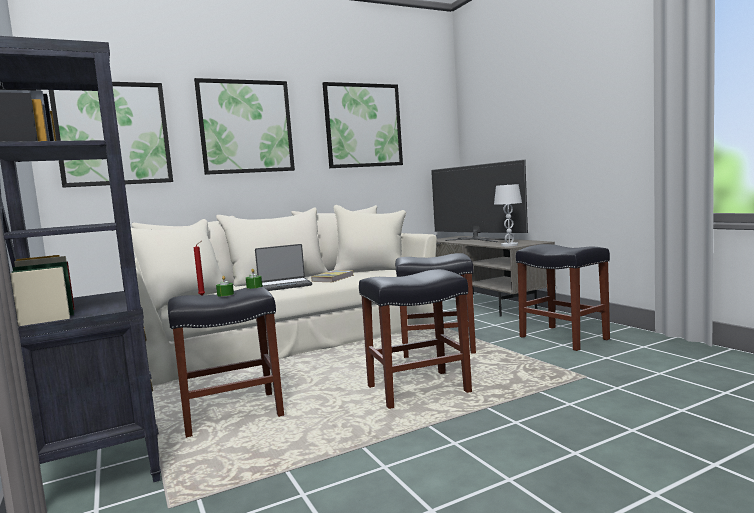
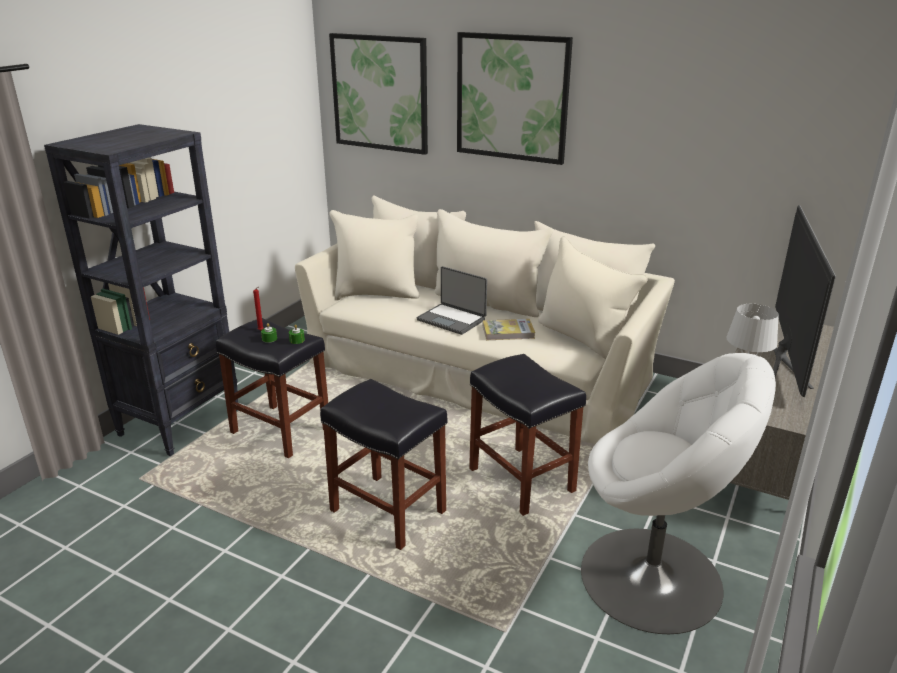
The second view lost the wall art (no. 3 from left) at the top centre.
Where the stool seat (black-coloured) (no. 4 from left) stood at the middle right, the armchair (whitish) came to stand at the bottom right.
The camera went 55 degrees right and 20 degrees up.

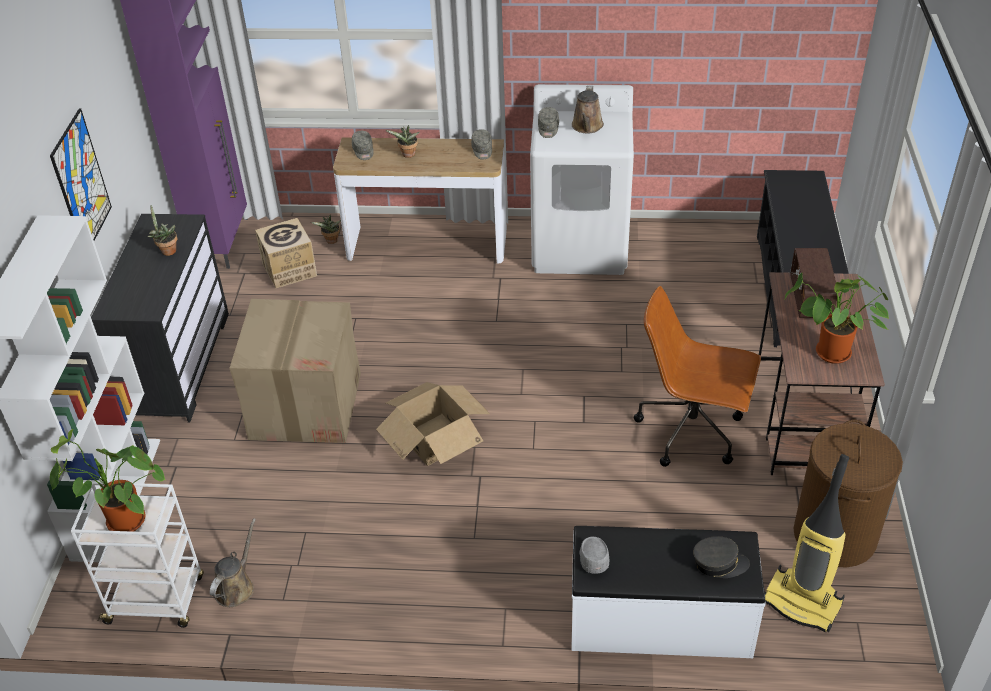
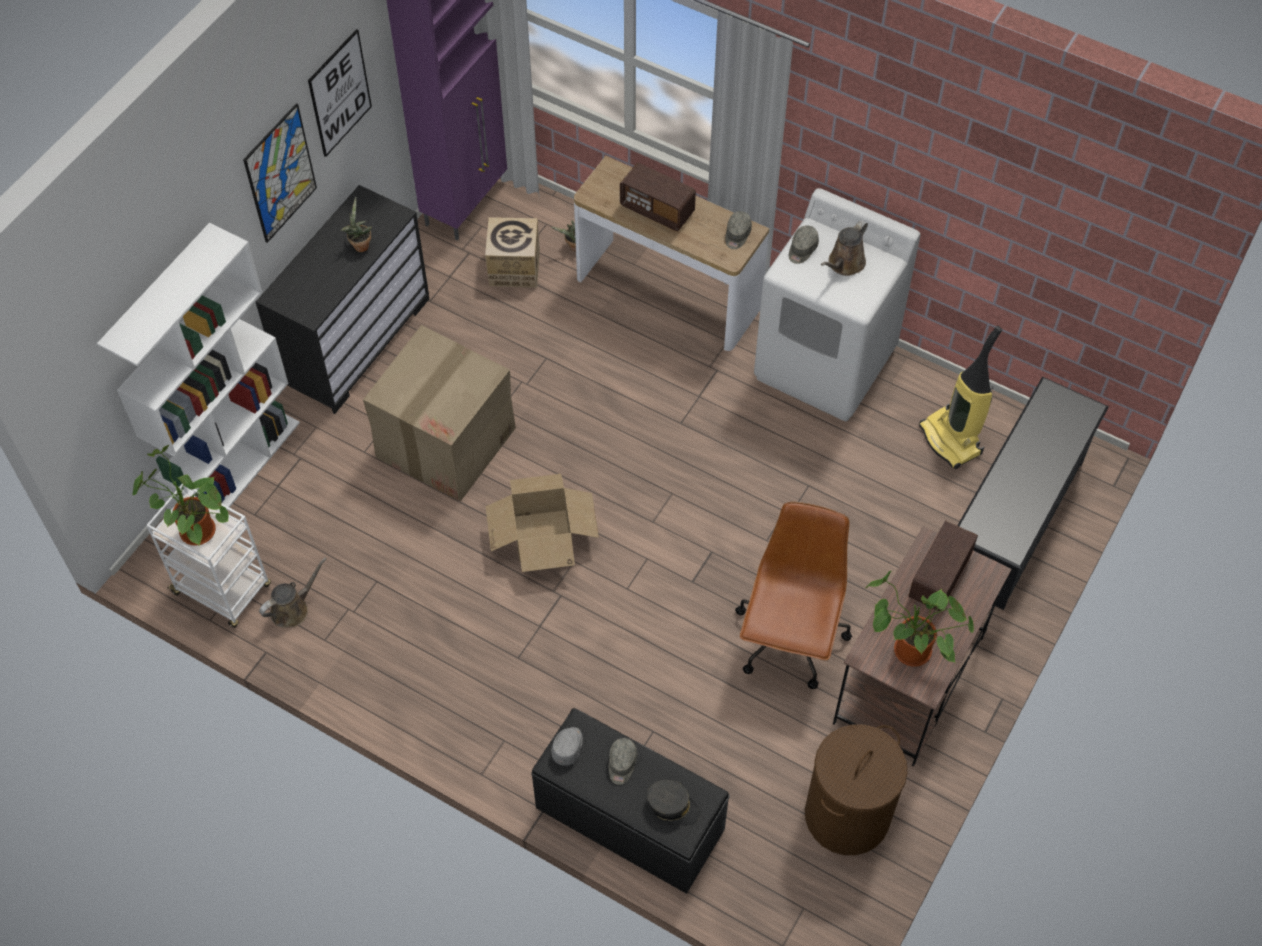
The cap (grey) (no. 1 from left in the first image) ended up elsewhere, having gone from the top centre to the bottom centre.
Where the plant in a pot (no. 4 from left) stood at the top centre, the radio receiver (no. 1 from left) came to stand at the top centre.
What was the long seat (whitish) at the bottom right turned into the long seat (black-coloured) at the bottom centre.
The office chair (brown-coloured) at the middle right ended up facing another way, 60 degrees clockwise from before.
The vacuum cleaner ended up elsewhere, having gone from the bottom right to the middle right.
The second view gained the wall art (no. 2 from left) at the top left.
The camera went 25 degrees right and 15 degrees up.

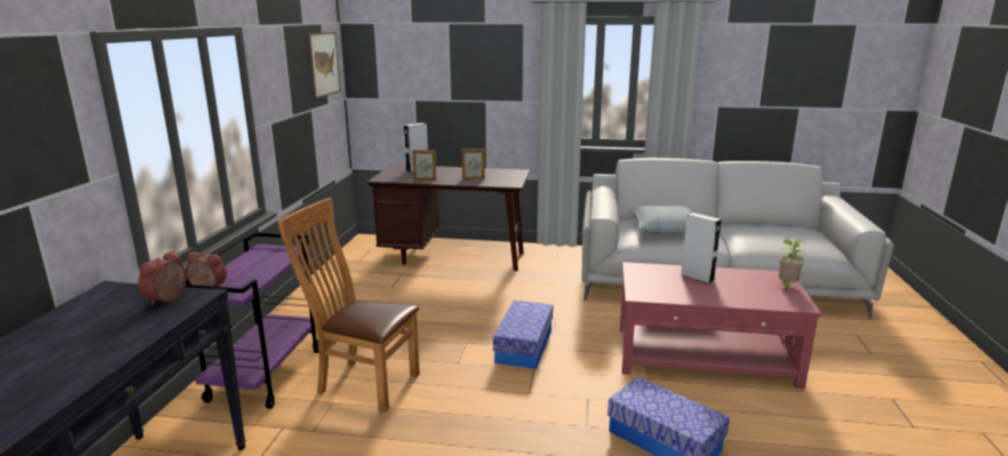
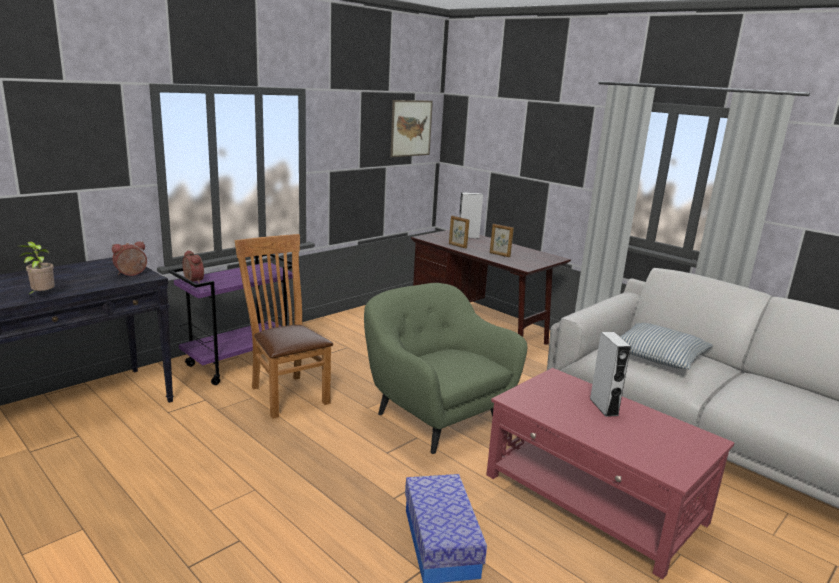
Where the storage container (no. 1 from left) stood at the bottom centre, the armchair (green-coloured) came to stand at the centre.
The plant in a pot ended up elsewhere, having gone from the middle right to the middle left.
The camera went 35 degrees right and 0 degrees up.

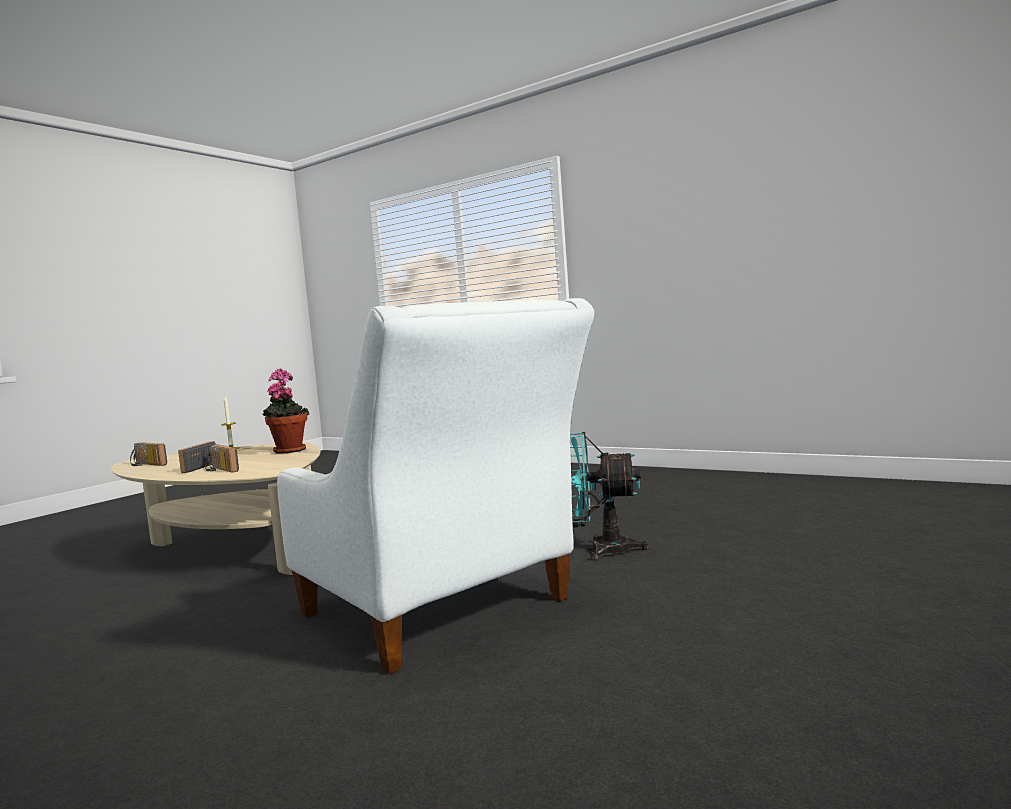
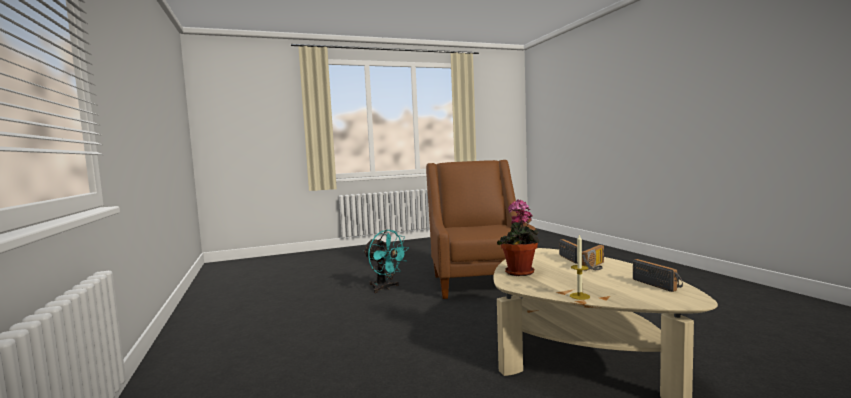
What was the armchair (whitish) at the centre turned into the armchair (brown-coloured) at the centre.
The camera went 145 degrees left and 0 degrees up.

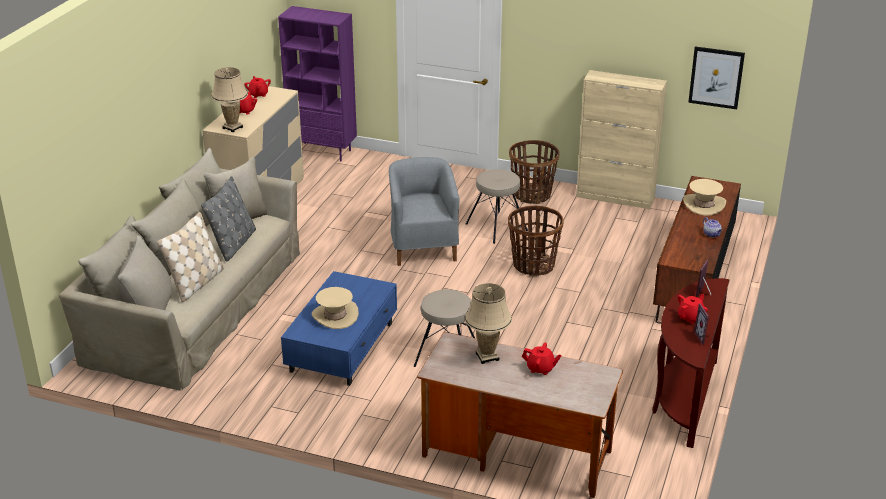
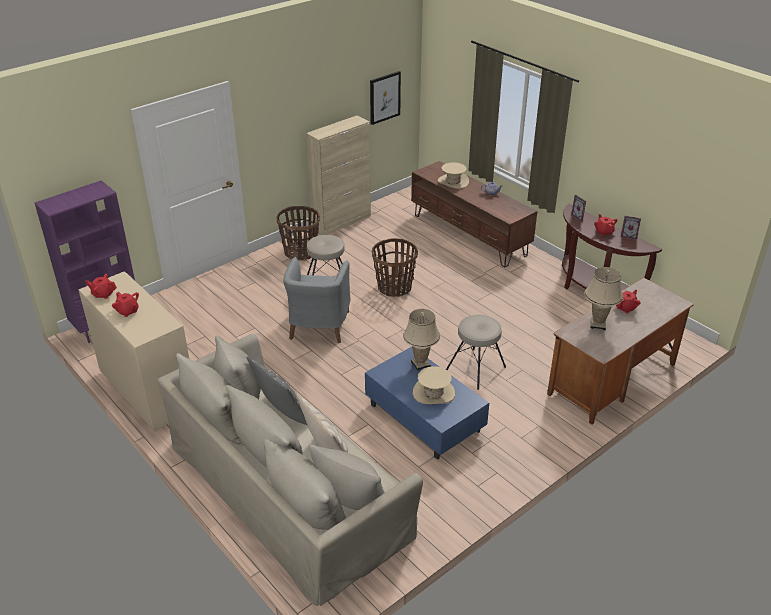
The table lamp (beige-coloured) (no. 1 from left) ended up elsewhere, having gone from the top left to the centre.
The armchair (grey) at the centre ended up facing another way, 105 degrees counterclockwise from before.
The camera went 60 degrees left and 5 degrees up.

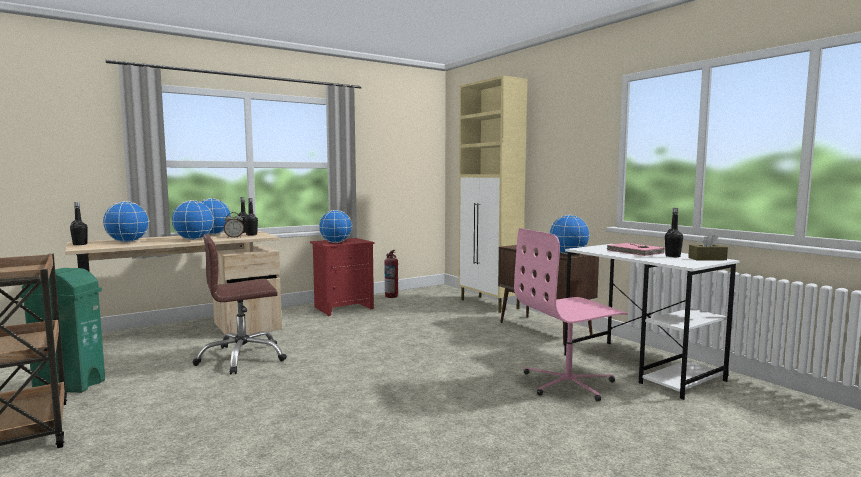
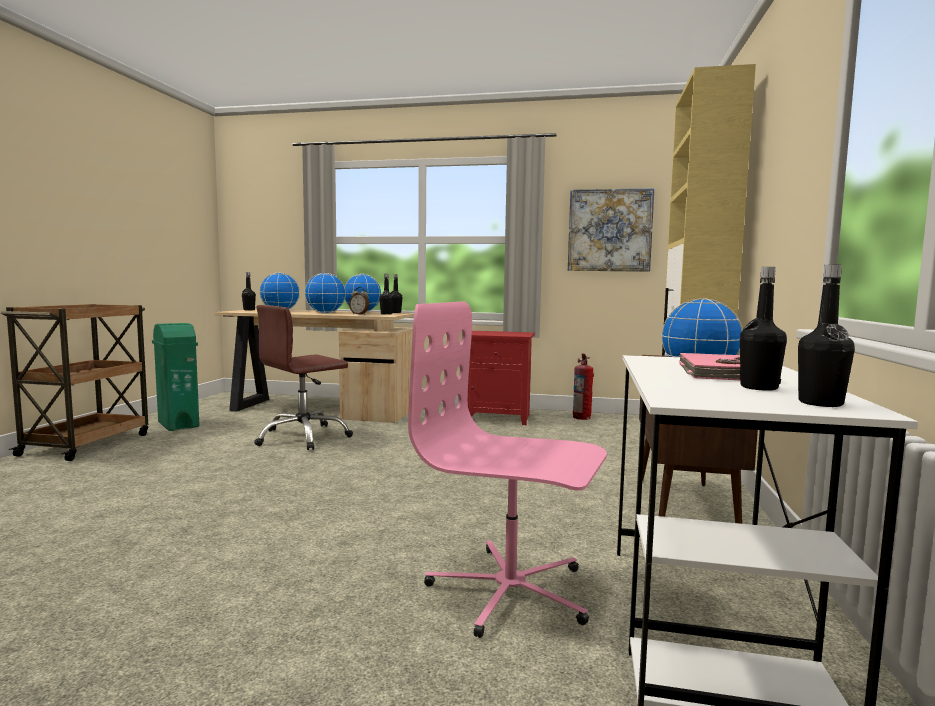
The office chair (brown-coloured) at the middle left ended up facing another way, 60 degrees counterclockwise from before.
The second view lost the globe (no. 4 from left) at the centre.
Where the box of tissues (brown-coloured) stood at the middle right, the beverage bottle (black-coloured) (no. 5 from left) came to stand at the middle right.
The second view gained the wall art at the top centre.
The camera went 45 degrees right and 0 degrees up.

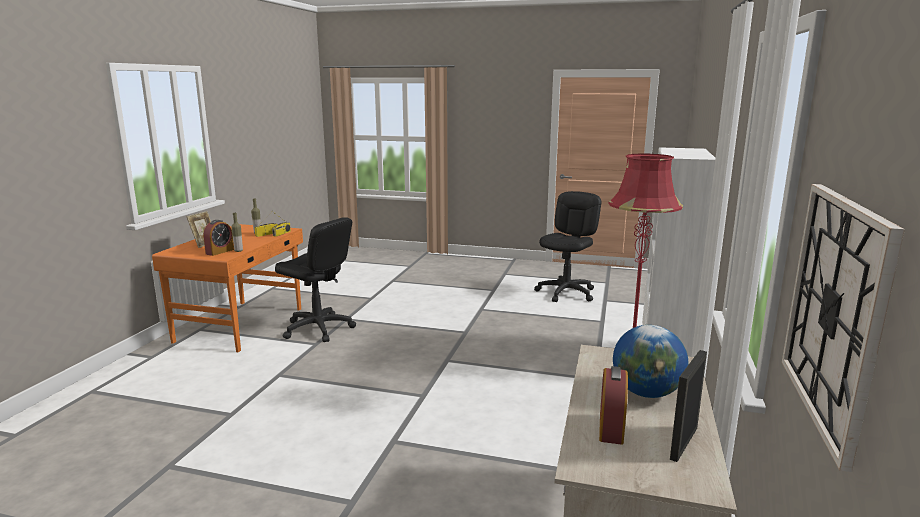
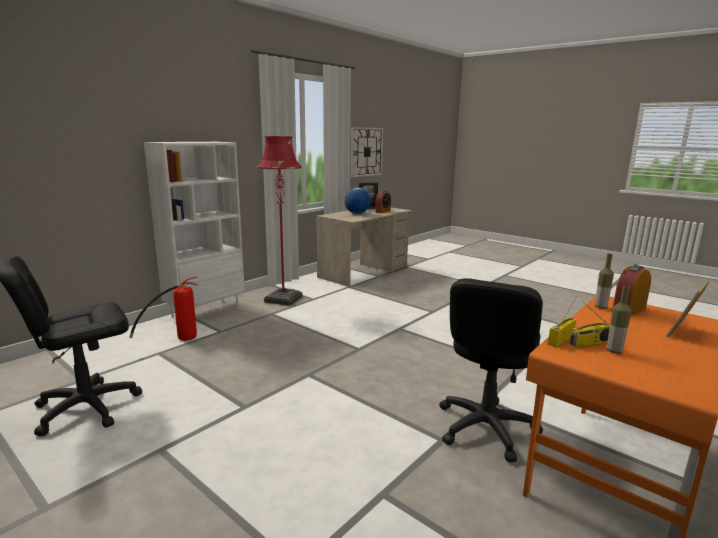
The office chair (black-coloured) (no. 1 from left in the first image) at the centre ended up facing another way, 120 degrees counterclockwise from before.
The second view gained the fire-fighting cylinder at the middle left.
The camera went 155 degrees left and 0 degrees up.

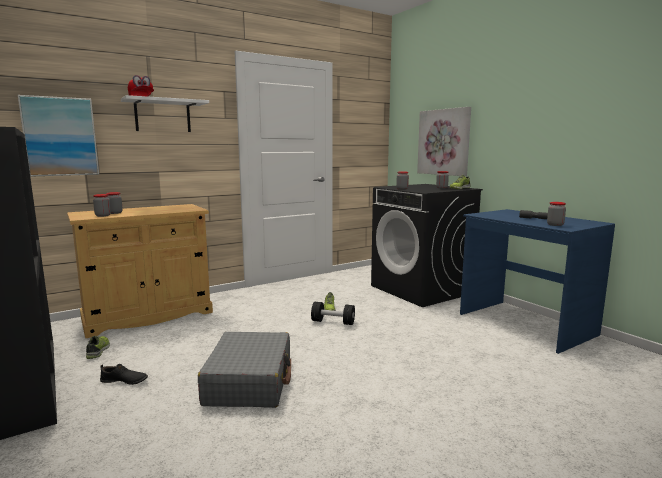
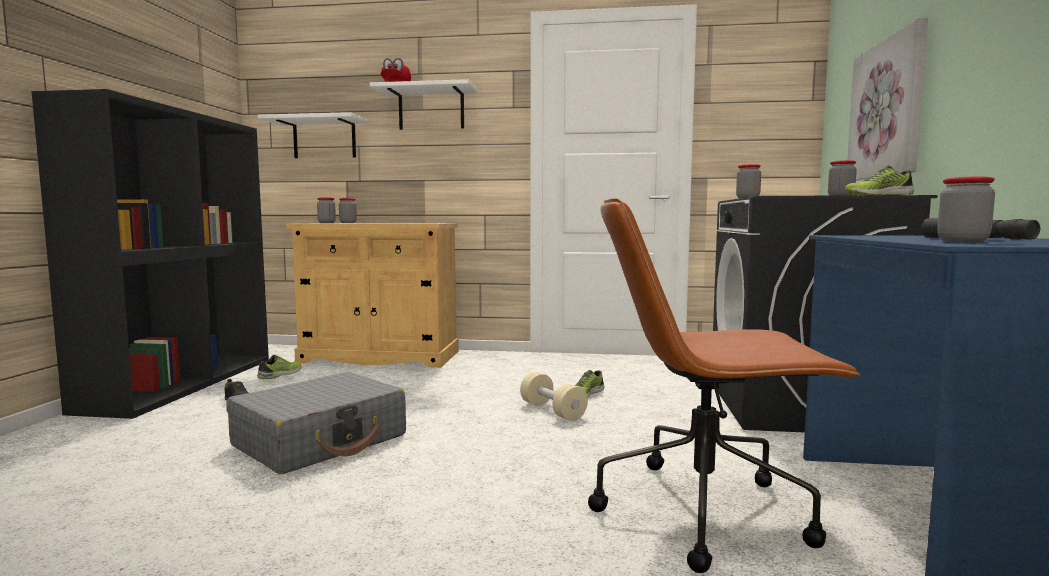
Where the wall art (no. 1 from left) hung at the top left, the bracket shelf (whitish) (no. 1 from left) came to hang at the top left.
What was the dumbbell (black-coloured) at the centre turned into the dumbbell (beige-coloured) at the bottom centre.
The second view gained the office chair (brown-coloured) at the bottom right.
The camera went 40 degrees right and 5 degrees down.

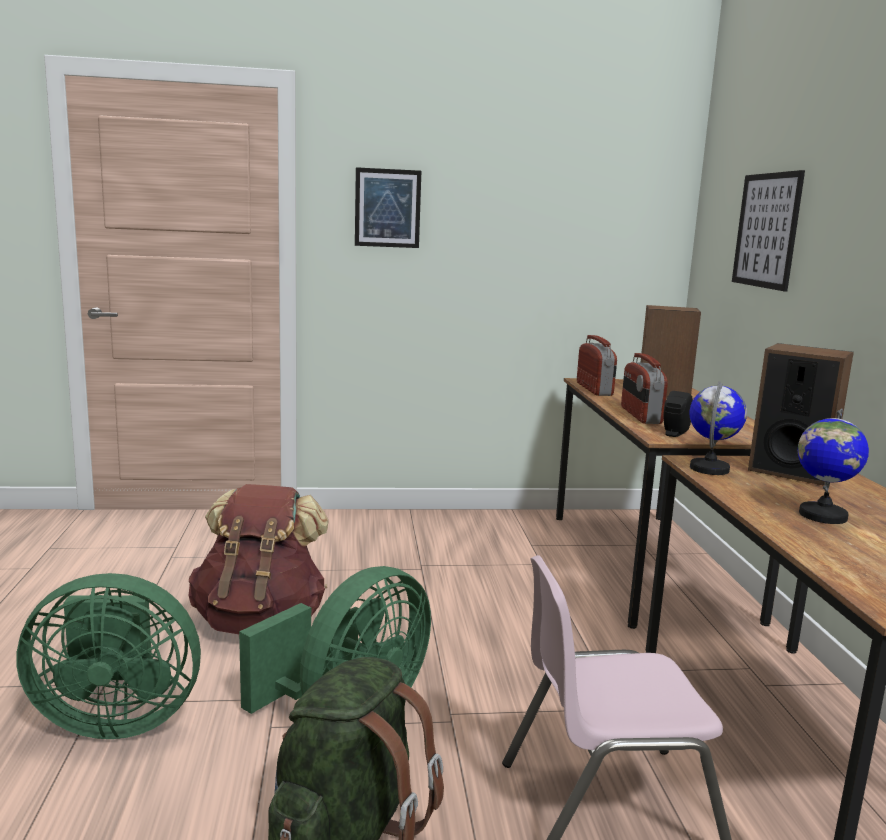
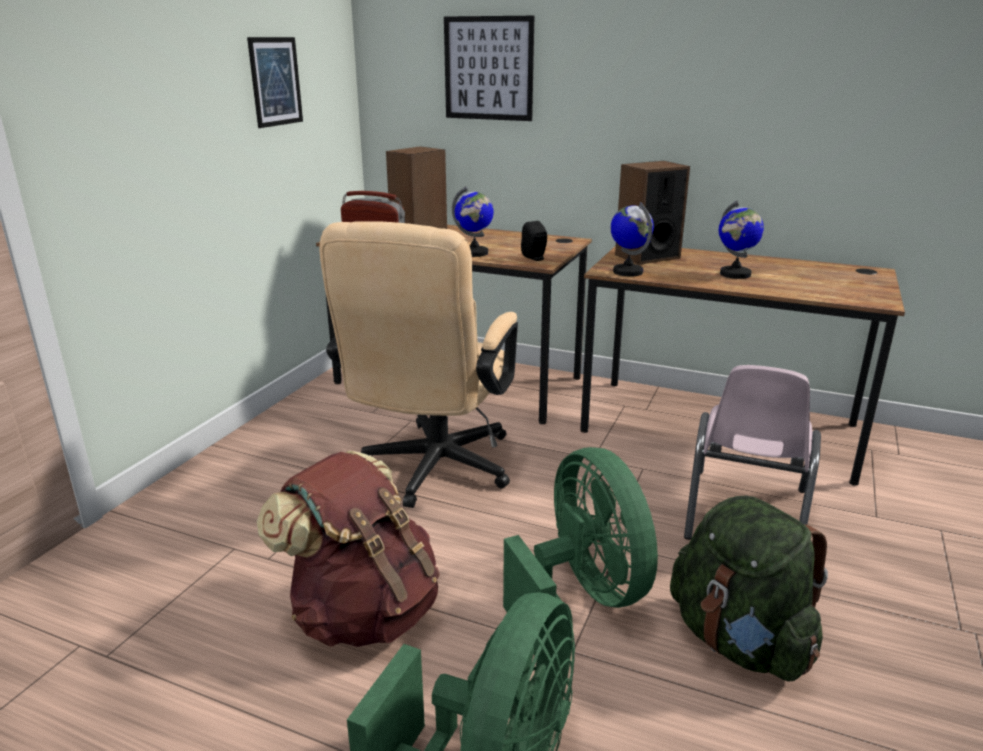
The wall art (no. 1 from left) ended up elsewhere, having gone from the top centre to the top left.
Where the radio receiver (no. 2 from left) stood at the middle right, the globe (no. 1 from left) came to stand at the top centre.
The second view gained the office chair (beige-coloured) at the centre.
The camera went 60 degrees left and 10 degrees up.

